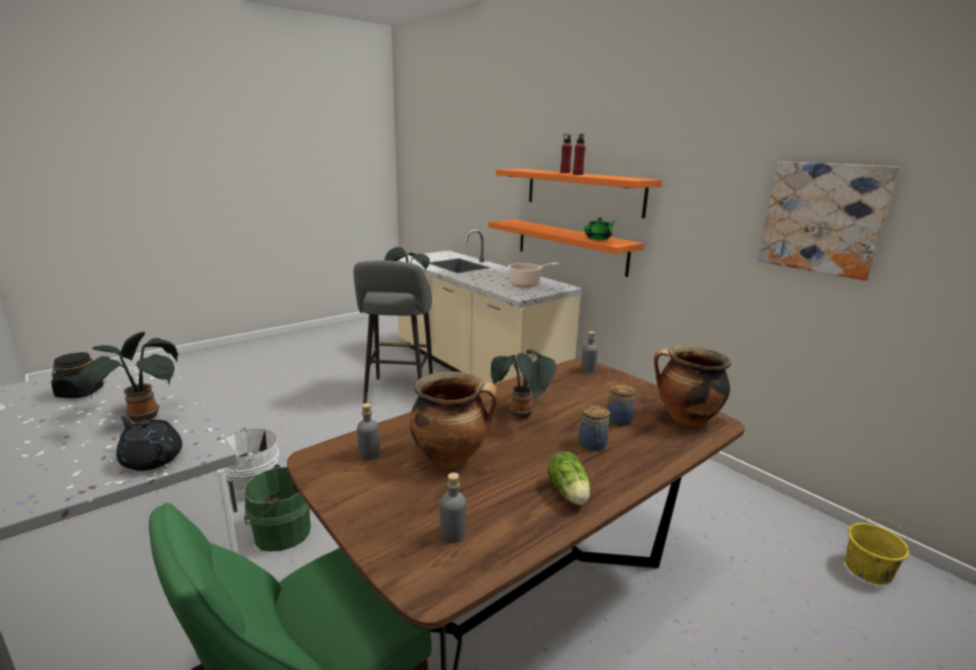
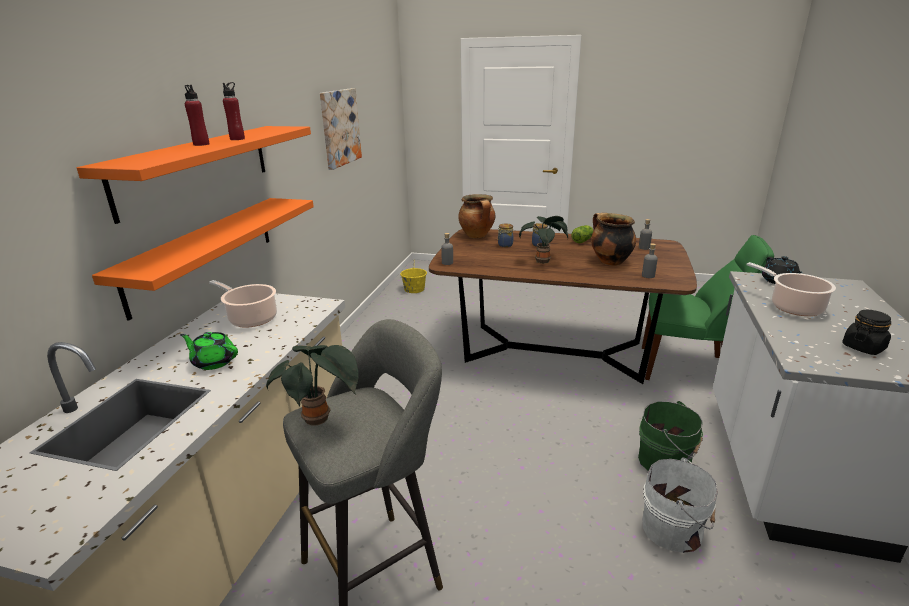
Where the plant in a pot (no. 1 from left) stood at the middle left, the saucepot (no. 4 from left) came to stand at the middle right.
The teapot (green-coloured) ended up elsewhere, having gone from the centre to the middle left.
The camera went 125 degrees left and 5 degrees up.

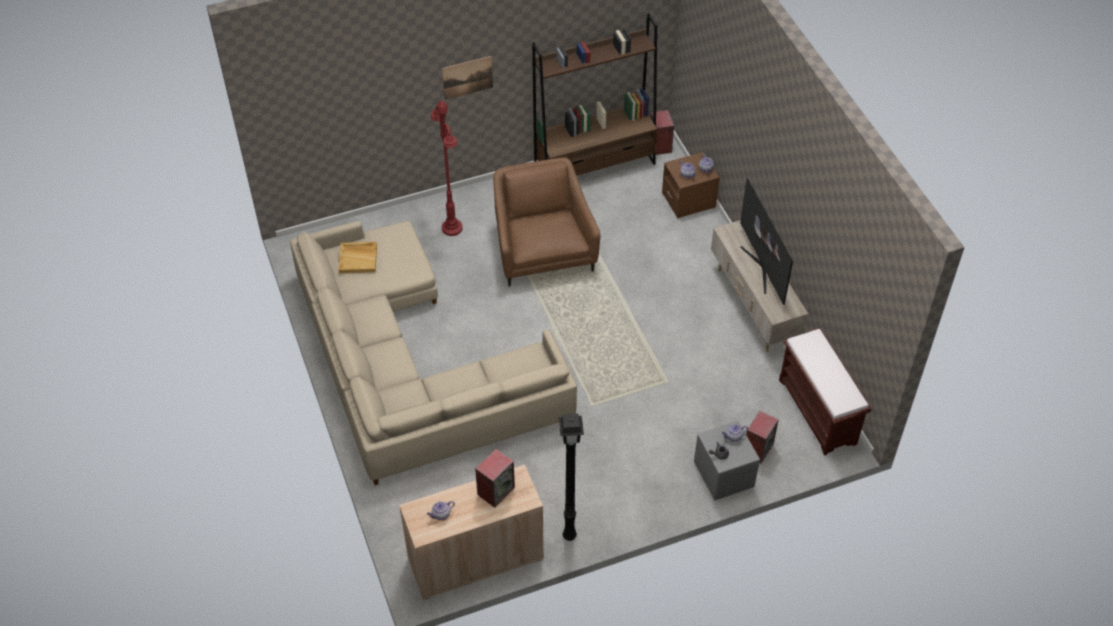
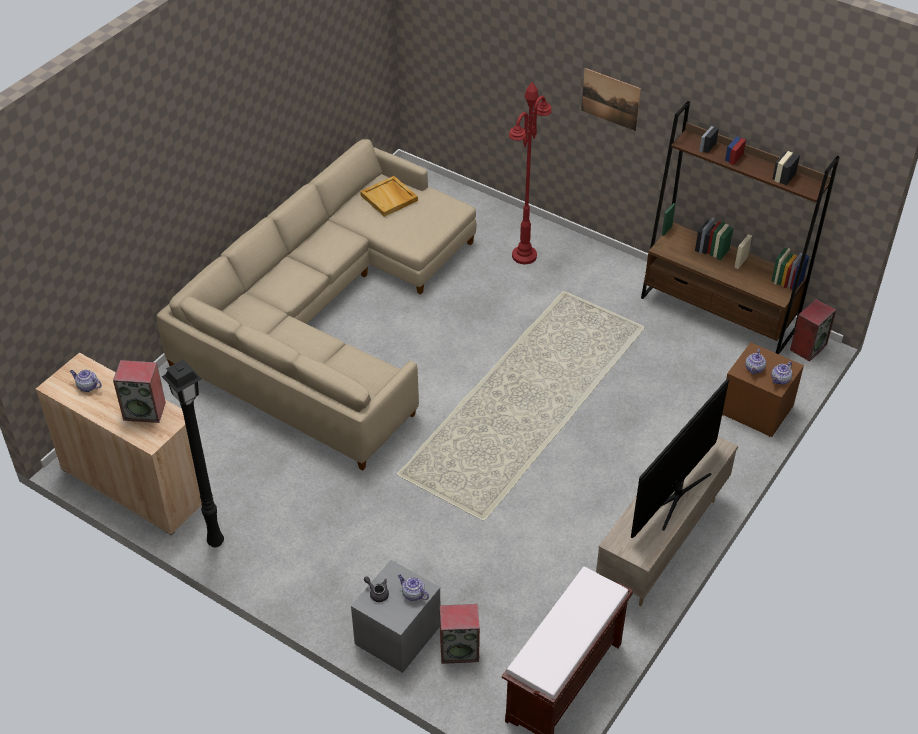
The second view lost the armchair (brown-coloured) at the centre.
The camera went 55 degrees right and 5 degrees down.

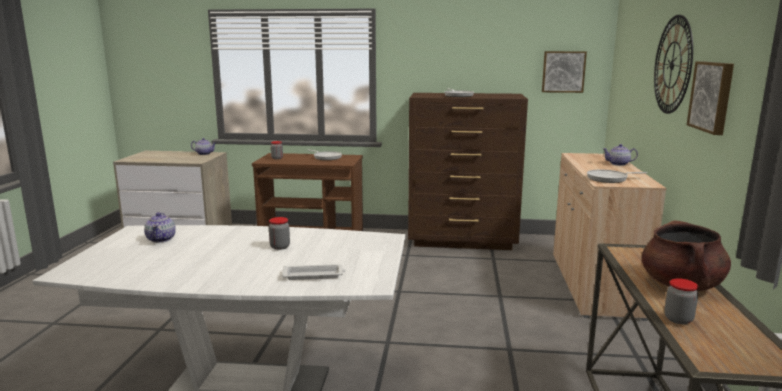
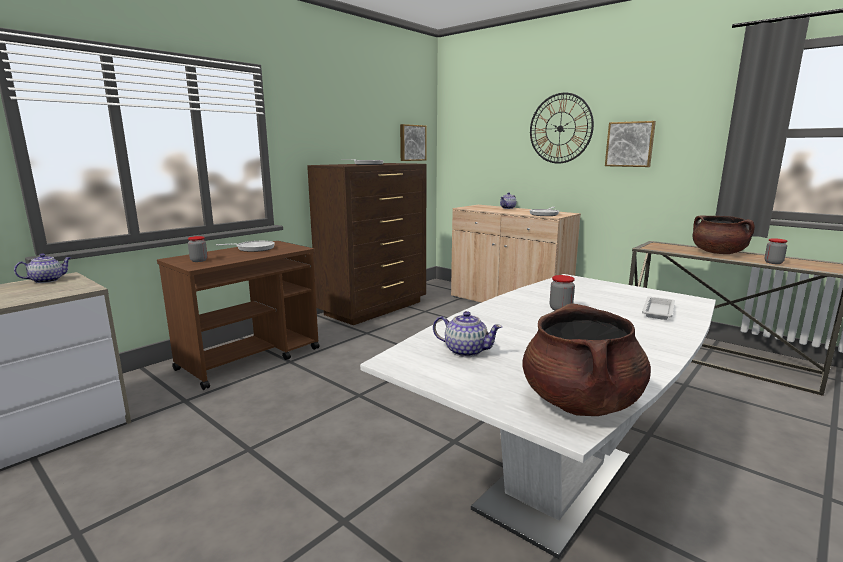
The second view gained the saucepot (brown-coloured) (no. 1 from left) at the middle right.
The camera went 55 degrees left and 0 degrees up.

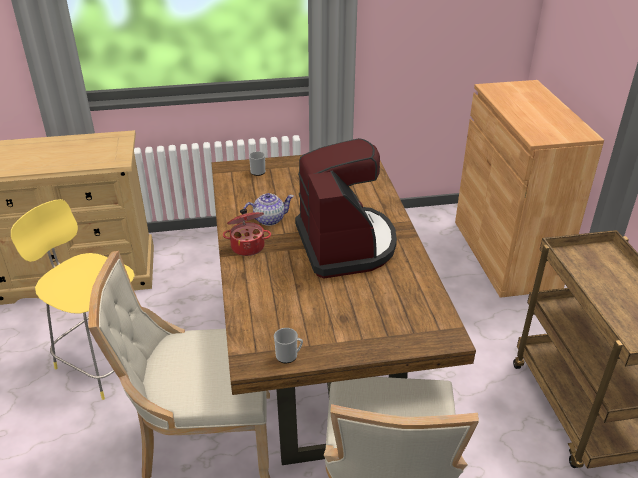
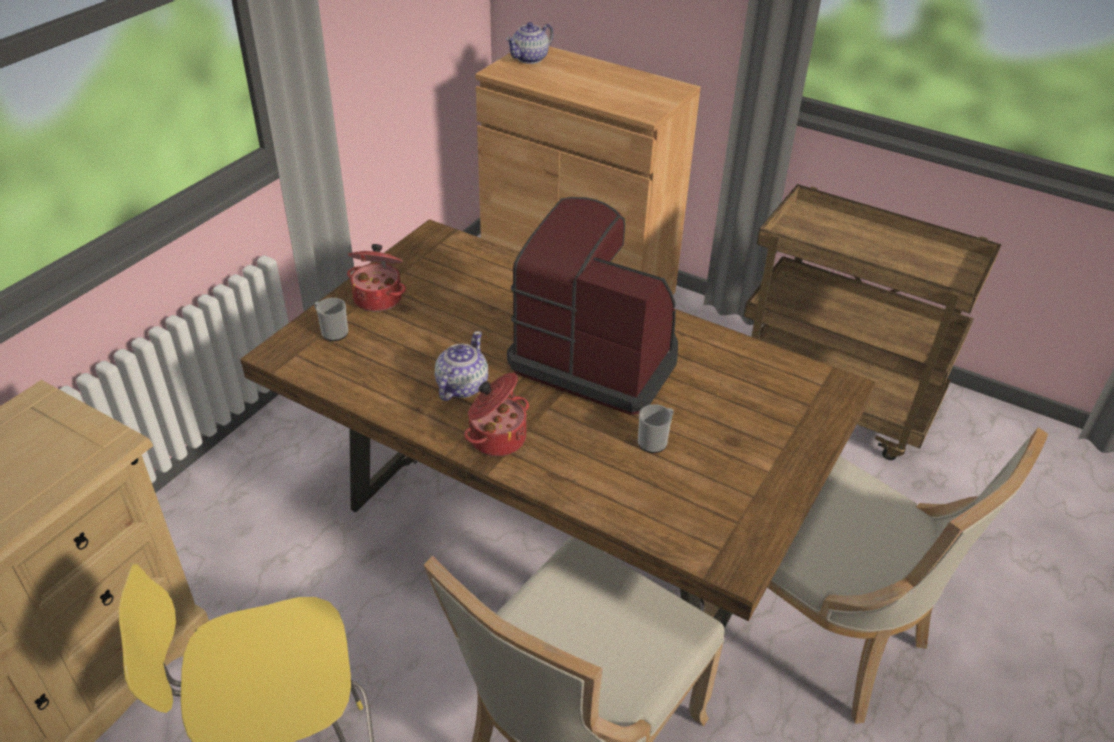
The mug (no. 2 from left) ended up elsewhere, having gone from the bottom centre to the centre.
The second view gained the saucepot (no. 1 from left) at the centre.
The second view gained the teapot (no. 2 from left) at the top centre.
The camera went 50 degrees left and 5 degrees up.

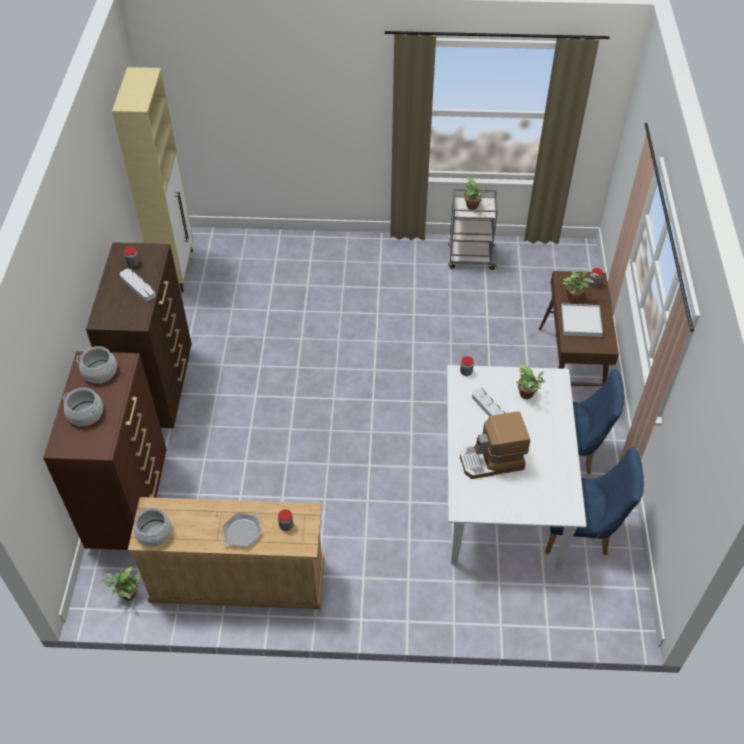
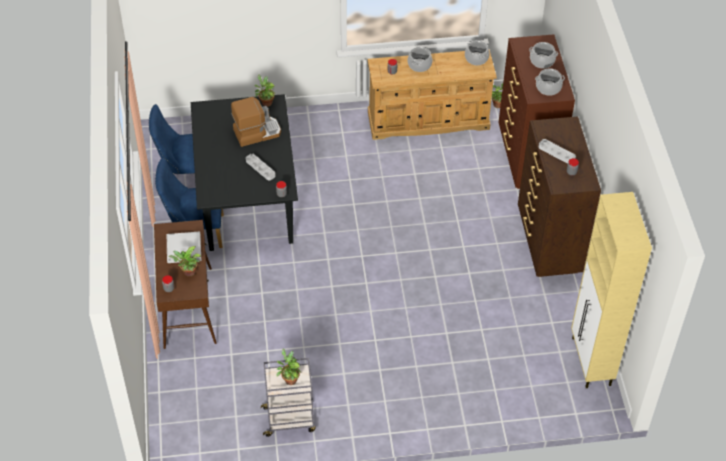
Where the pan stood at the bottom left, the saucepot (no. 1 from left) came to stand at the top centre.
What was the dining table (whitish) at the middle right turned into the dining table (black-coloured) at the centre.
The plant in a pot (no. 3 from left in the first image) ended up elsewhere, having gone from the middle right to the top centre.
The camera went 170 degrees right and 0 degrees up.

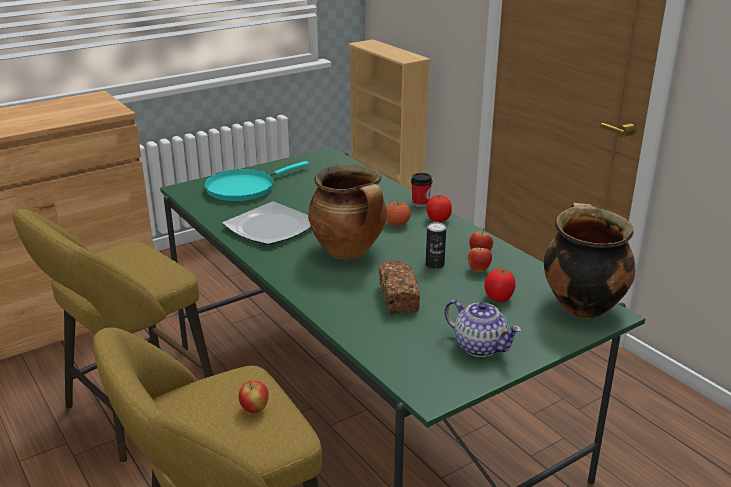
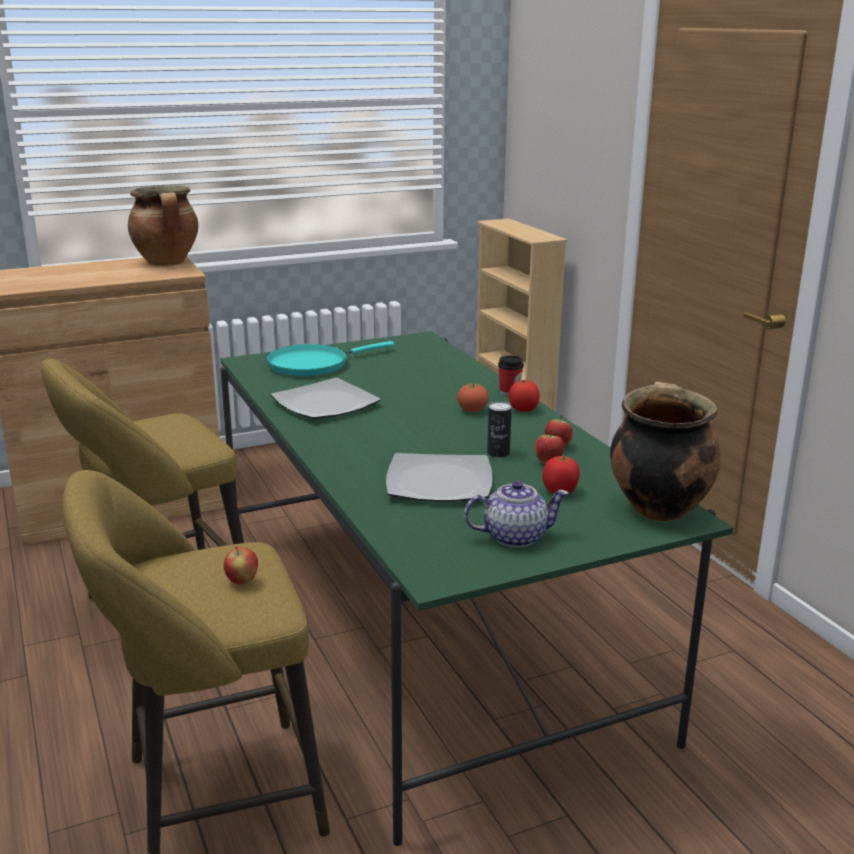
The saucepot (no. 1 from left) ended up elsewhere, having gone from the centre to the top left.
Where the bakery bread stood at the centre, the dinner plate (no. 2 from left) came to stand at the centre.
The teapot at the bottom centre ended up facing another way, 60 degrees counterclockwise from before.
The camera went 10 degrees right and 5 degrees down.

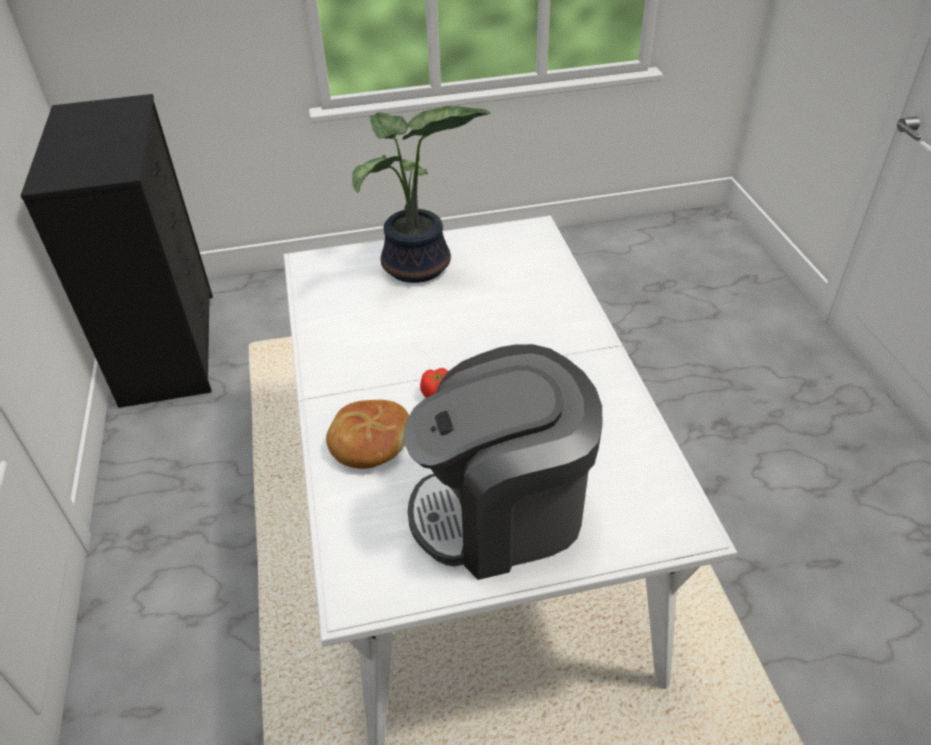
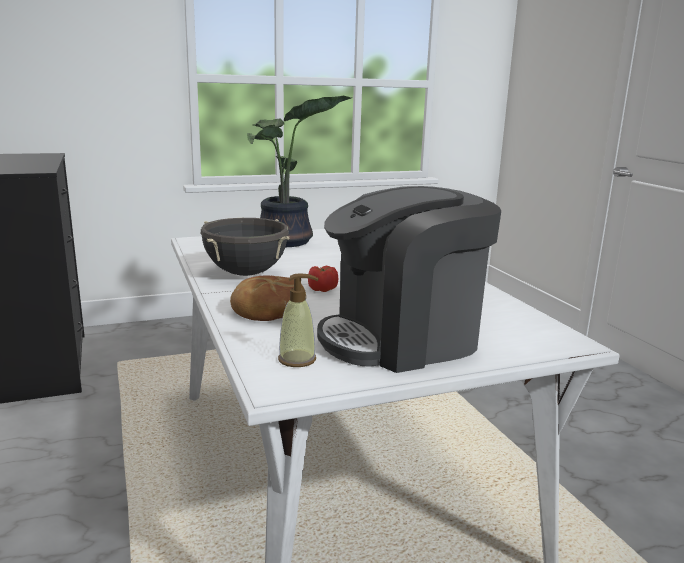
The second view gained the saucepot (black-coloured) at the centre.
The second view gained the liquid soap bottle at the centre.
The camera went 10 degrees left and 25 degrees down.

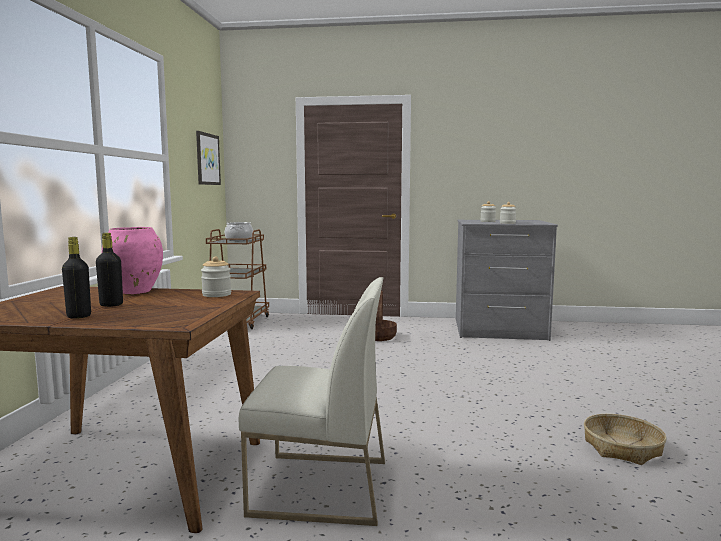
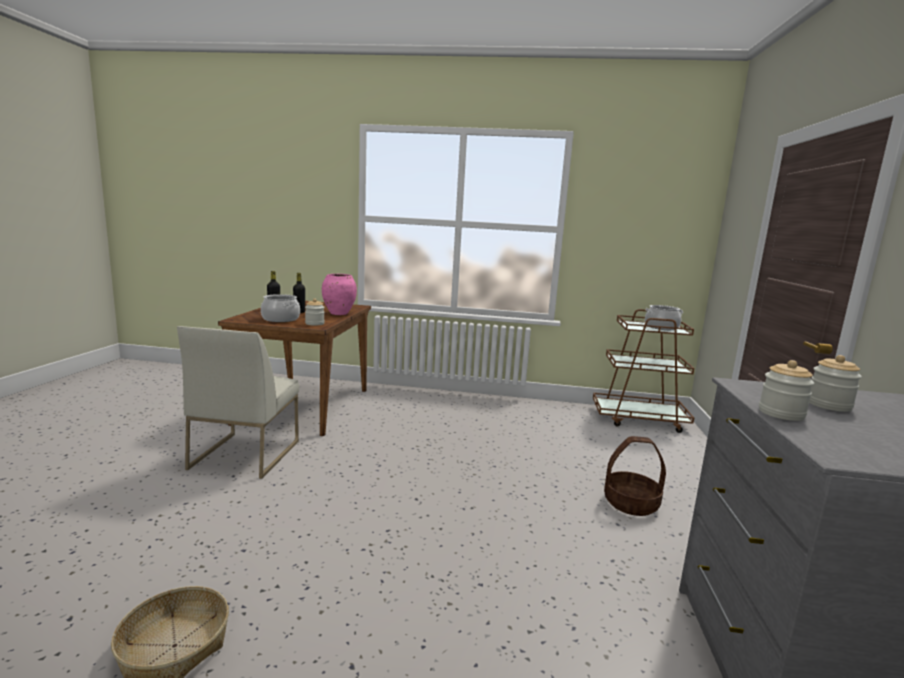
The second view lost the wall art at the top left.
The second view gained the saucepot (no. 1 from left) at the middle left.
The camera went 90 degrees right and 5 degrees up.

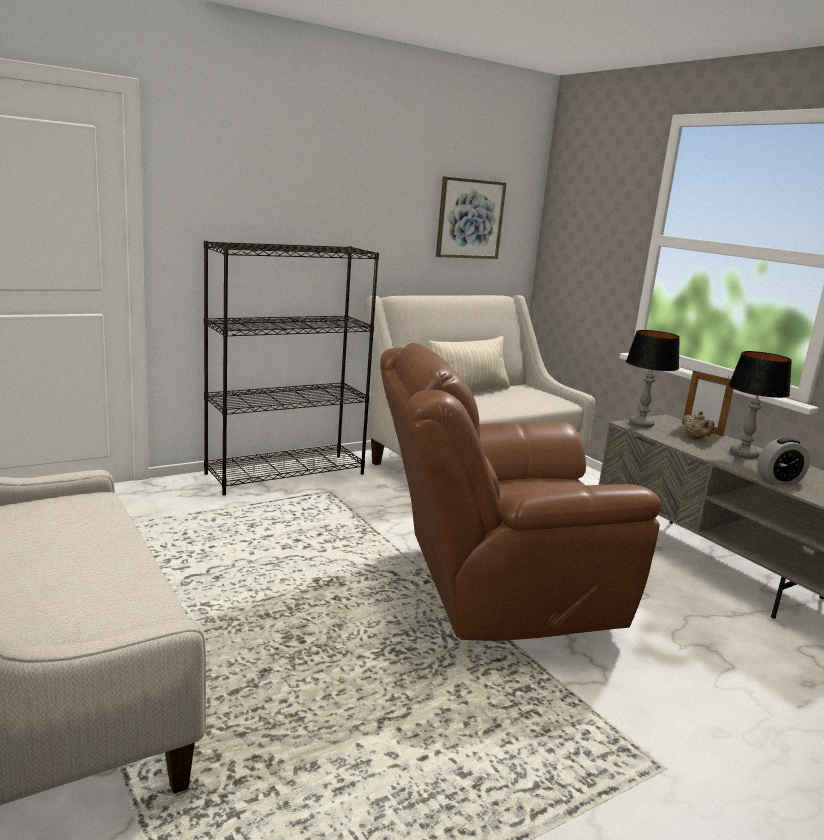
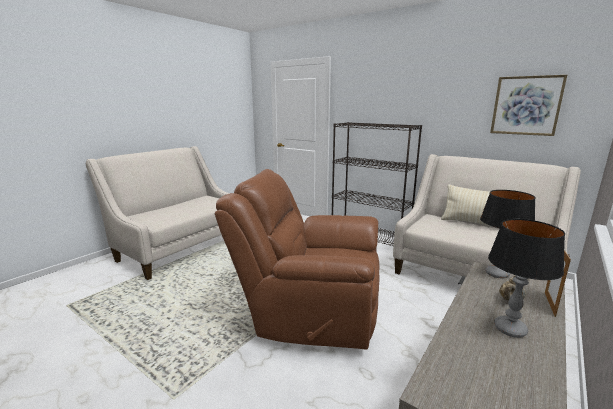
The armchair (brown-coloured) at the centre ended up facing another way, 45 degrees counterclockwise from before.
The second view lost the alarm clock at the middle right.
The camera went 70 degrees right and 0 degrees up.

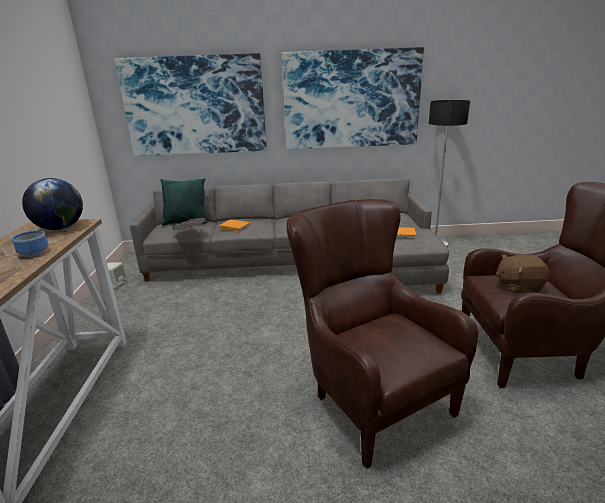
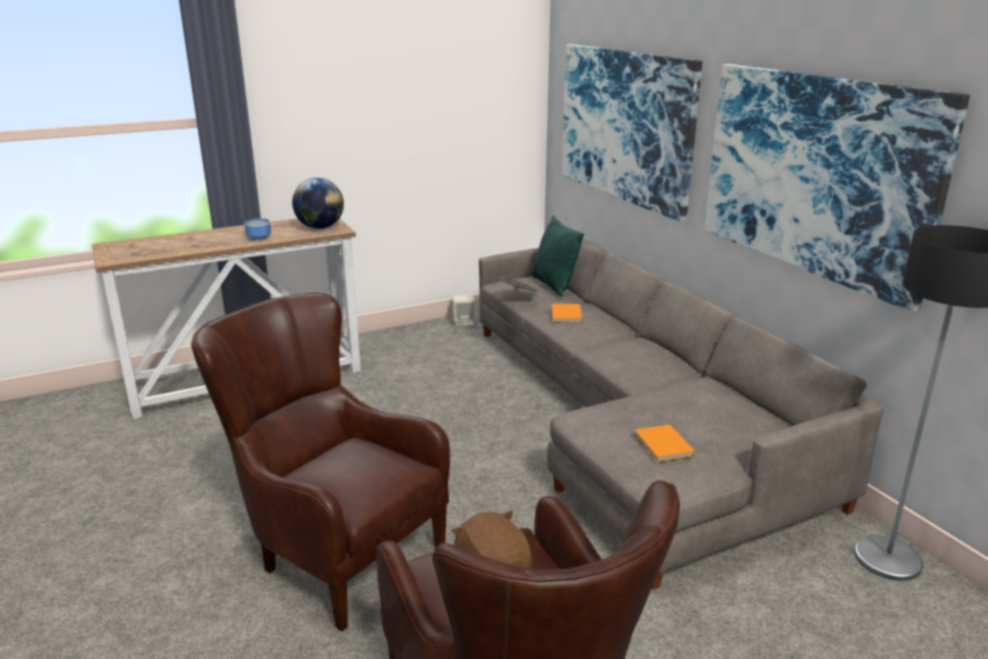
The armchair (brown-coloured) (no. 1 from left) at the centre ended up facing another way, 90 degrees counterclockwise from before.
The camera went 65 degrees right and 0 degrees up.

